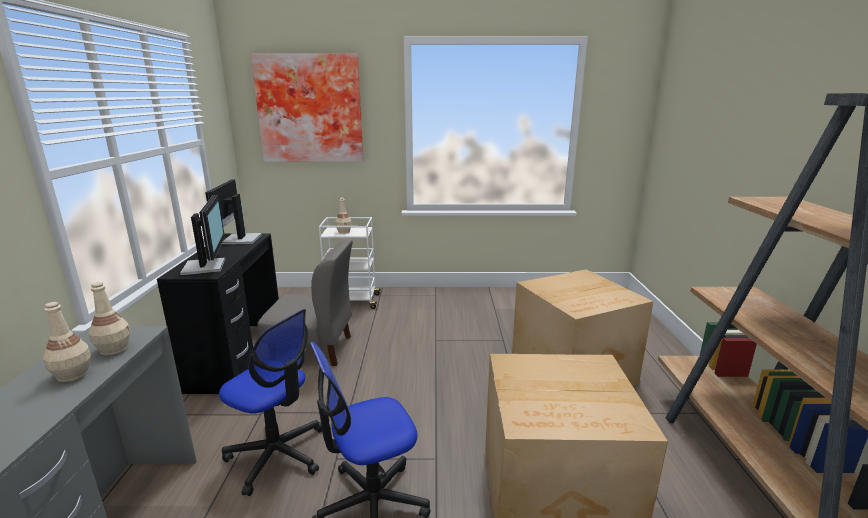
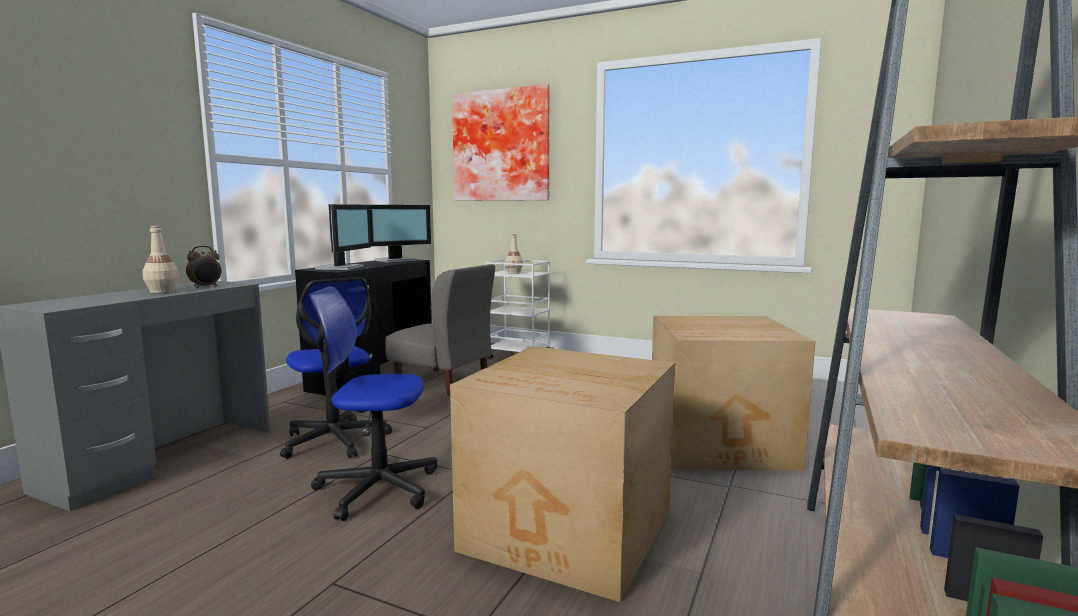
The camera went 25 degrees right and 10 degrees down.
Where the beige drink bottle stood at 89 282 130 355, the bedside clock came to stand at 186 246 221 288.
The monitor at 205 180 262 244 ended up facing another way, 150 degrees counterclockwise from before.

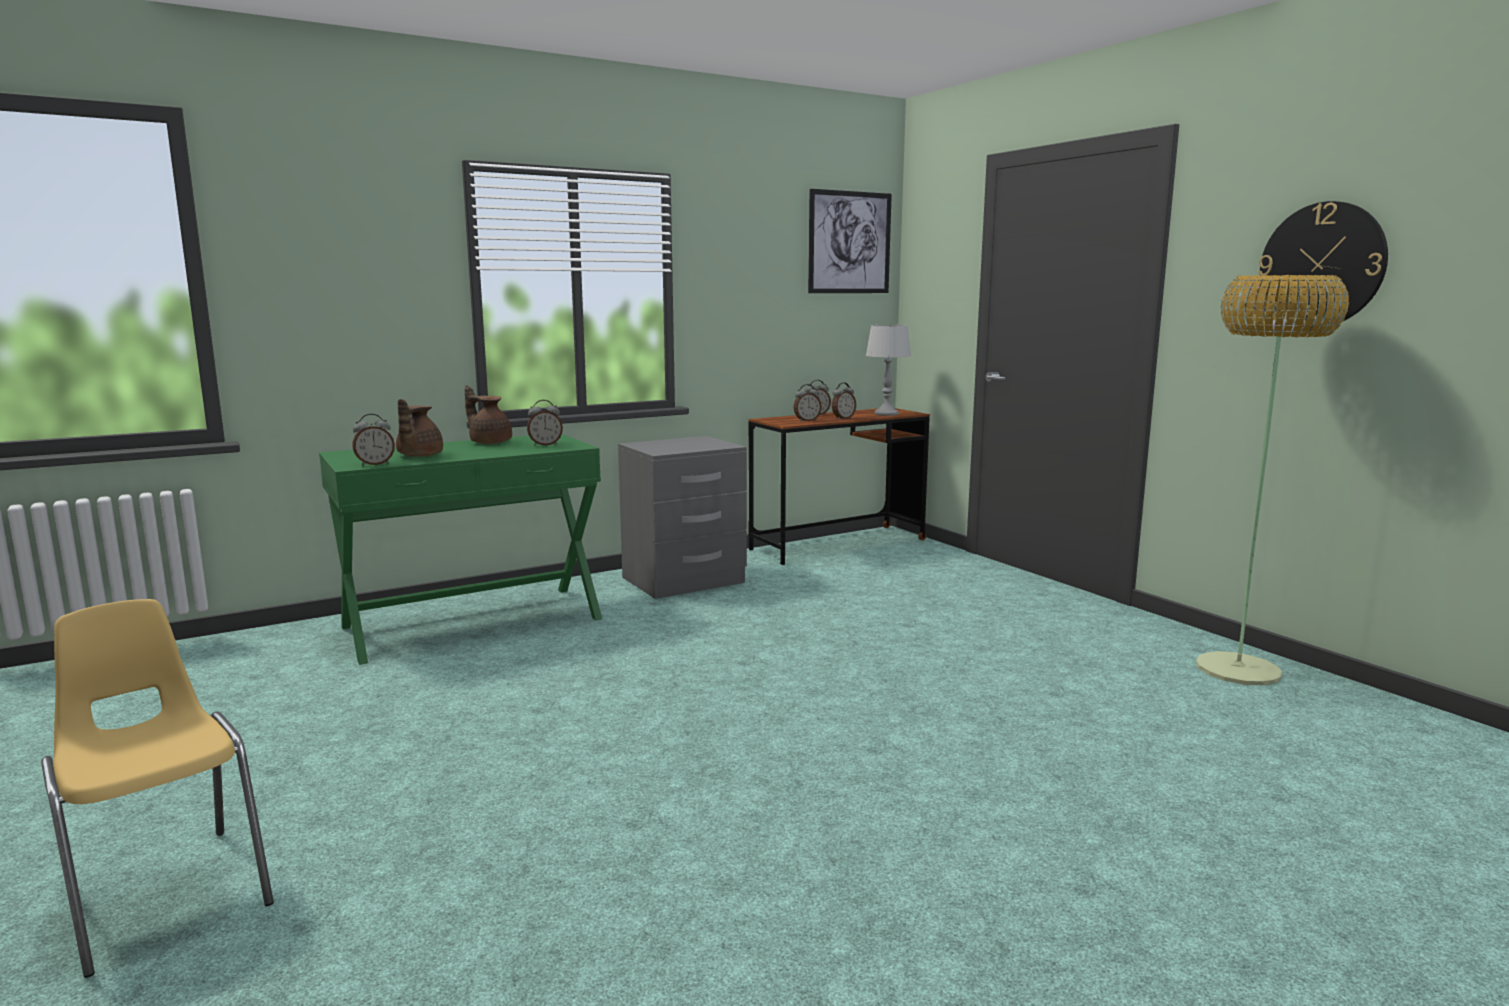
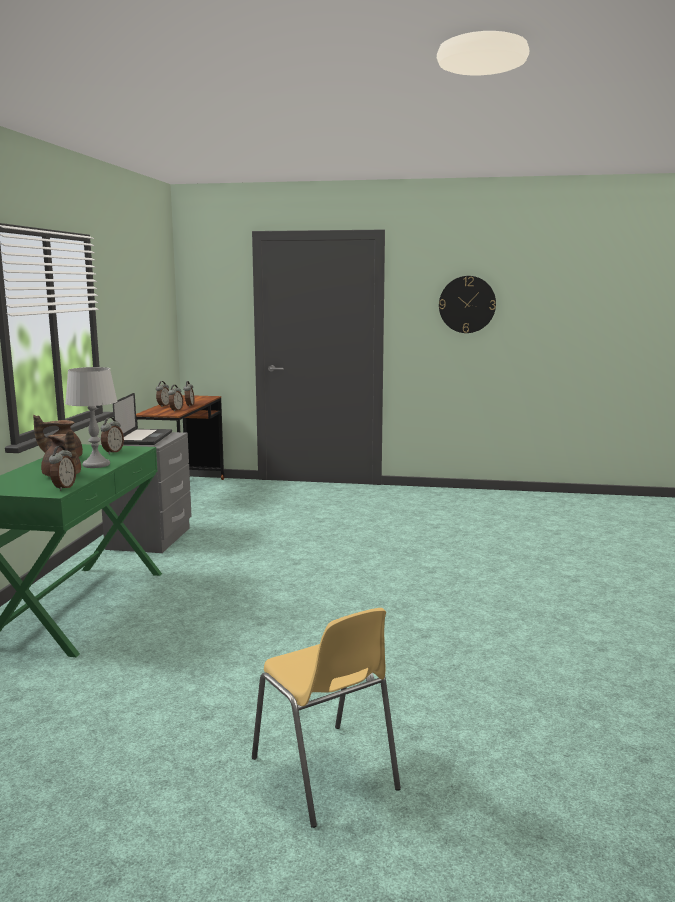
The camera went 50 degrees left and 0 degrees up.
The grey lamp for a table ended up elsewhere, having gone from 866 325 911 416 to 65 367 118 468.
The second view gained the portable computer at 113 393 172 445.
The yellow plain chair at 41 599 274 978 ended up facing another way, 120 degrees counterclockwise from before.
The second view lost the wall picture at 808 189 892 293.
The second view lost the standard lamp at 1196 275 1349 685.

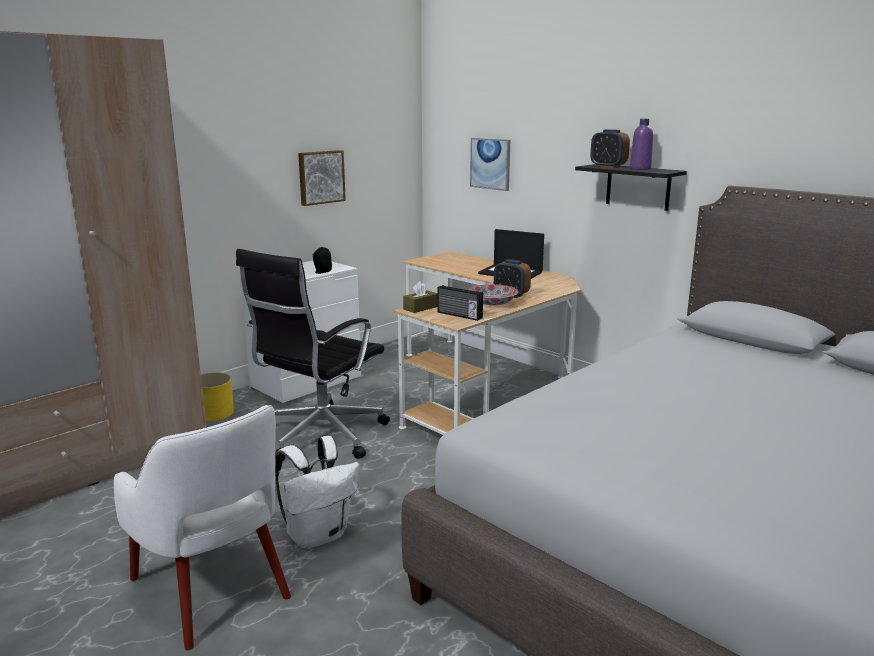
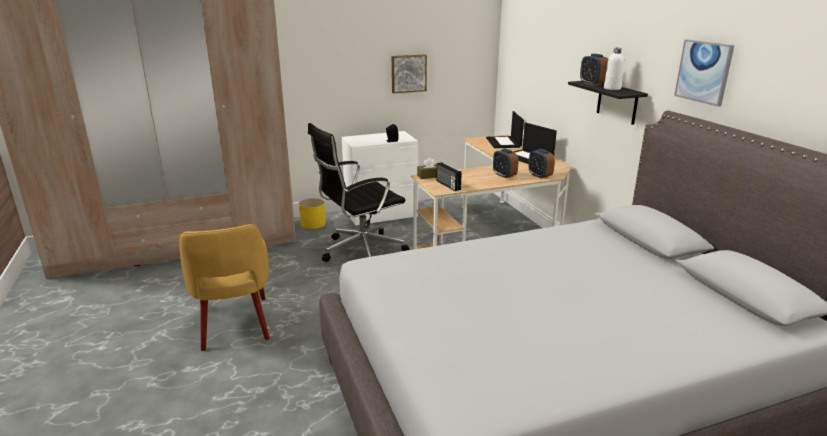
The camera went 25 degrees right and 5 degrees up.
What was the white lounge chair at 114 405 291 650 turned into the yellow lounge chair at 179 224 270 351.
The second view gained the portable computer at 486 111 524 148.
The second view gained the bedside clock at 529 149 555 179.
What was the purple drink bottle at 630 119 653 170 turned into the white drink bottle at 604 48 624 90.
The wall picture ended up elsewhere, having gone from 470 138 510 191 to 674 39 734 107.
The second view lost the white knapsack at 275 436 360 549.
The second view lost the bowl at 469 284 519 305.

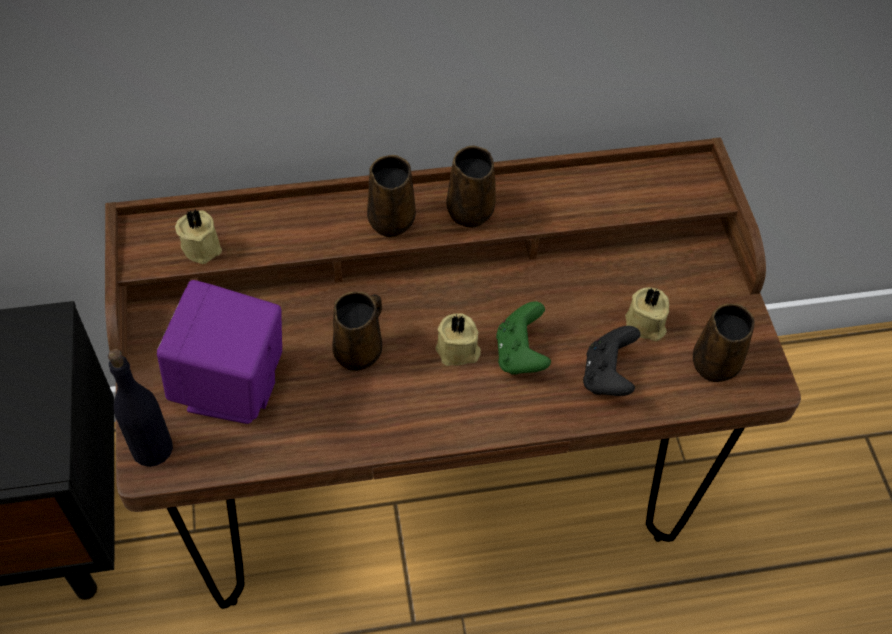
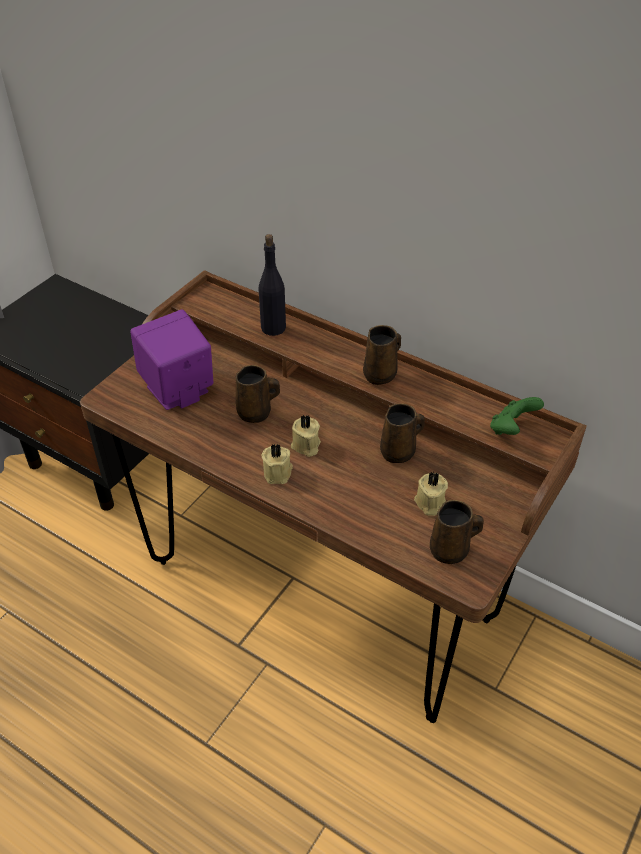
The camera went 45 degrees right and 10 degrees down.
The blackish drink bottle ended up elsewhere, having gone from 108 349 173 467 to 259 234 286 336.
The beige candle ended up elsewhere, having gone from 175 209 222 264 to 261 444 293 484.
The brownish tea mug ended up elsewhere, having gone from 367 155 416 237 to 380 403 425 463.
The green gamepad ended up elsewhere, having gone from 496 301 551 375 to 490 397 544 435.
The second view lost the blackish gamepad at 583 326 640 396.

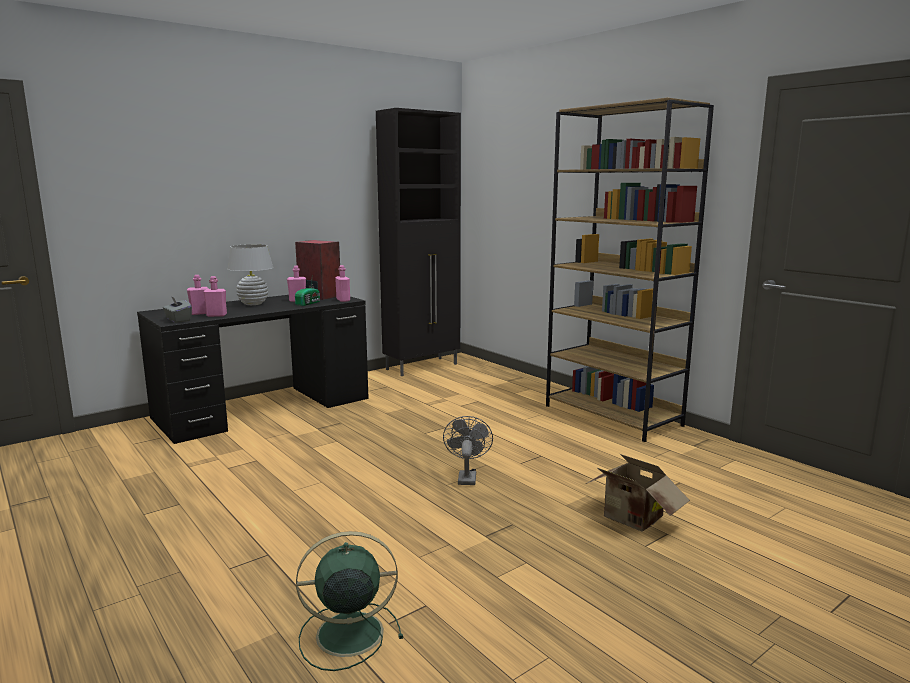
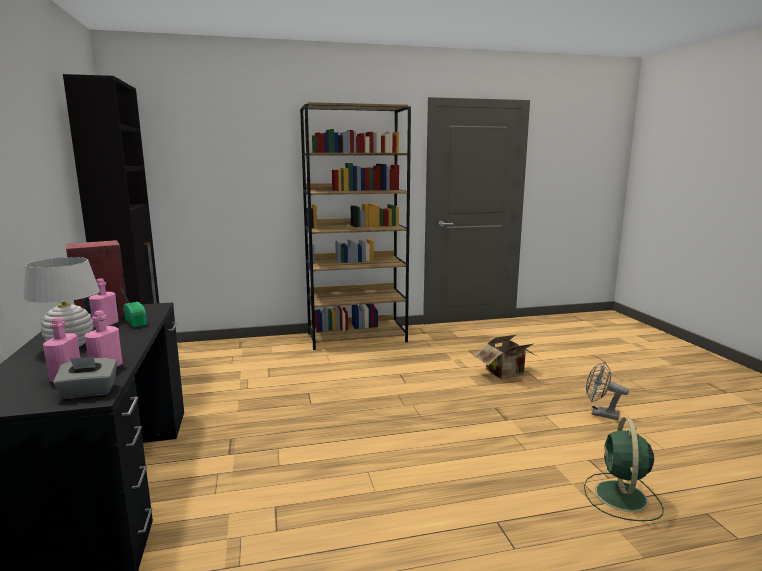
The camera went 65 degrees left and 0 degrees up.
The grey cooling fan ended up elsewhere, having gone from 443 416 493 485 to 586 362 629 420.
The second view lost the pink-coloured drink bottle at 335 265 350 302.

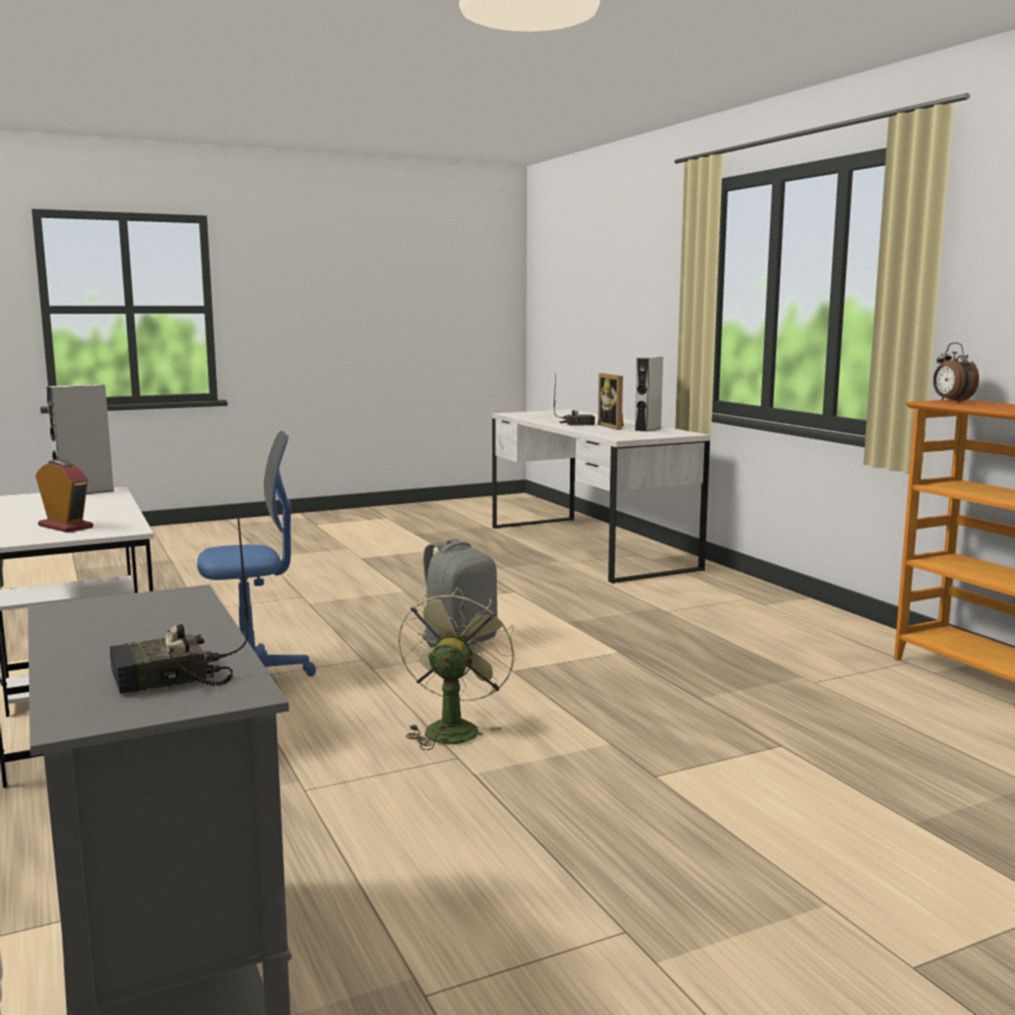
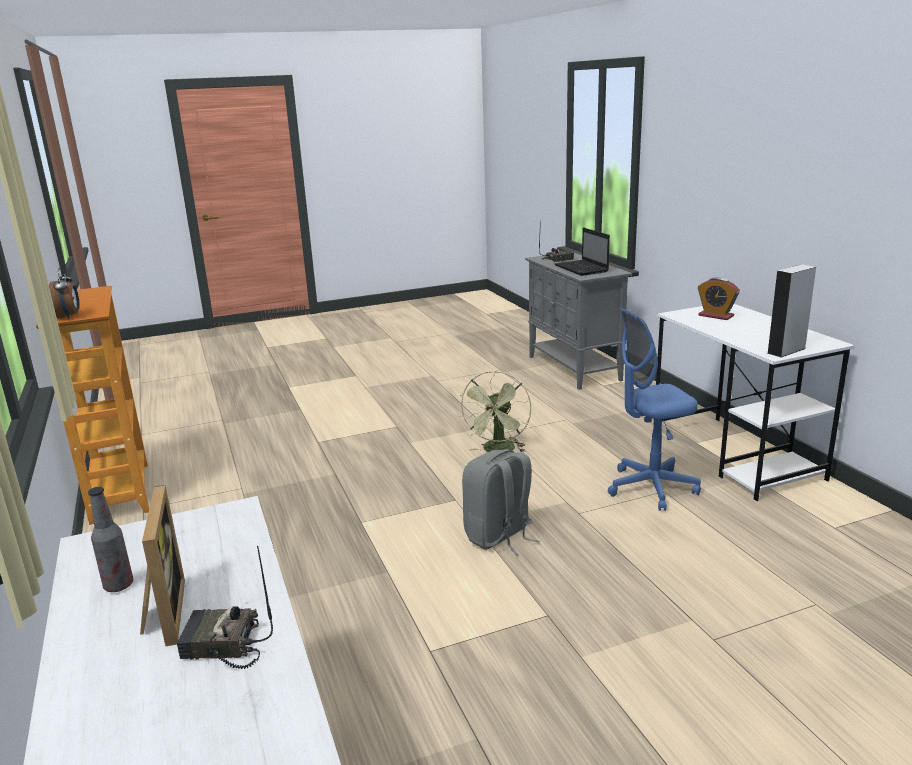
The camera went 175 degrees left and 10 degrees up.
Where the grey speaker stood at 635 357 663 432, the drink bottle came to stand at 88 487 133 592.
The second view gained the portable computer at 554 228 610 276.

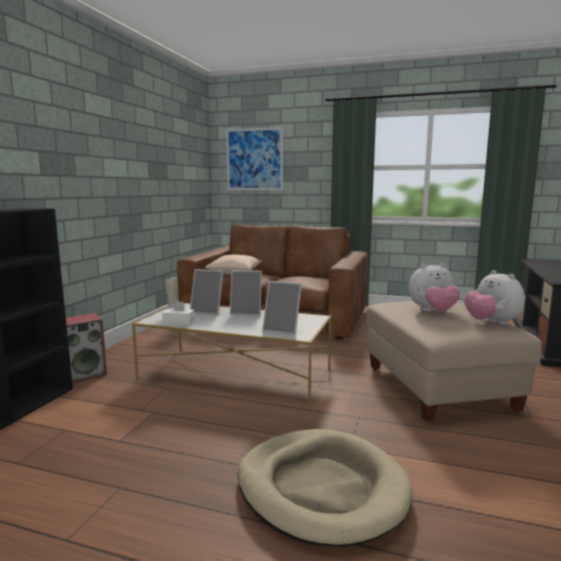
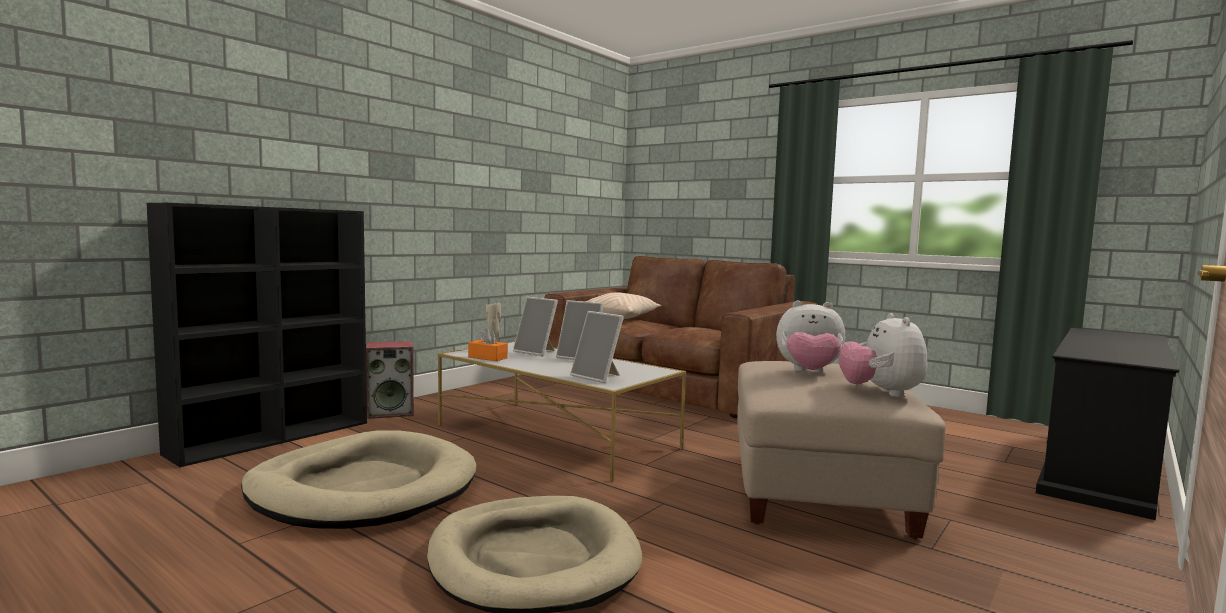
The camera went 20 degrees right and 5 degrees down.
The second view gained the beige dog bed at 241 430 477 529.
What was the white box of tissues at 162 300 194 325 turned into the orangey box of tissues at 468 328 508 361.
The second view lost the wall picture at 226 127 283 190.

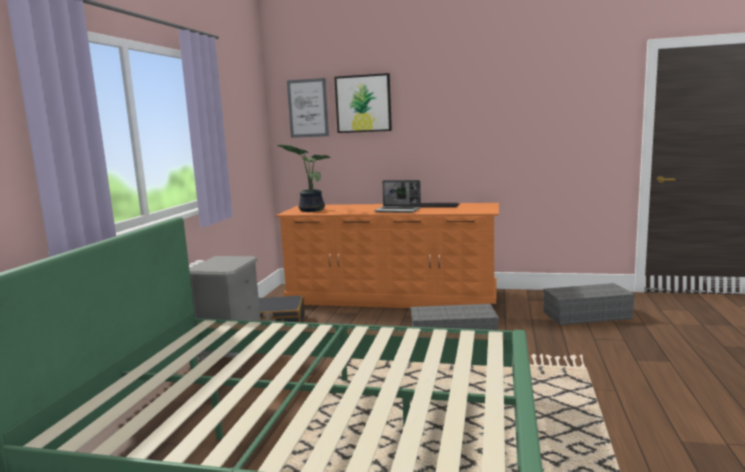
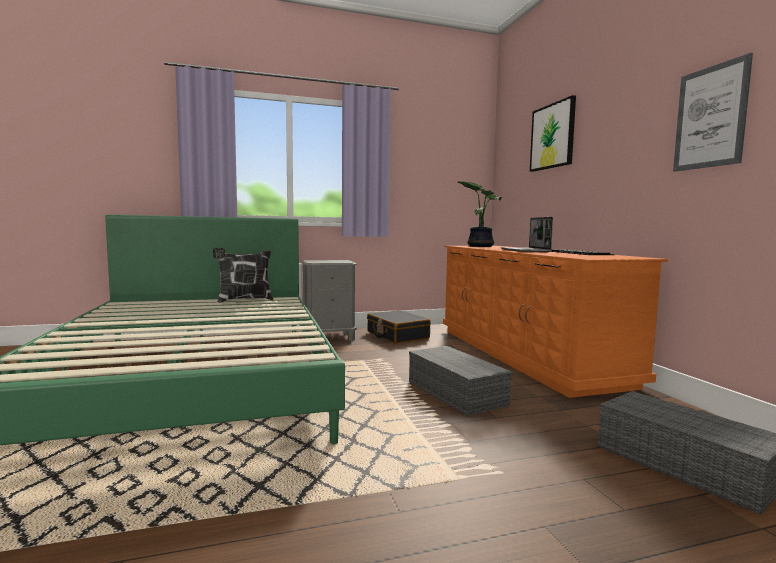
The camera went 60 degrees right and 5 degrees down.
The second view gained the cushion at 213 248 274 303.
The wall picture ended up elsewhere, having gone from 287 78 329 138 to 673 53 753 172.

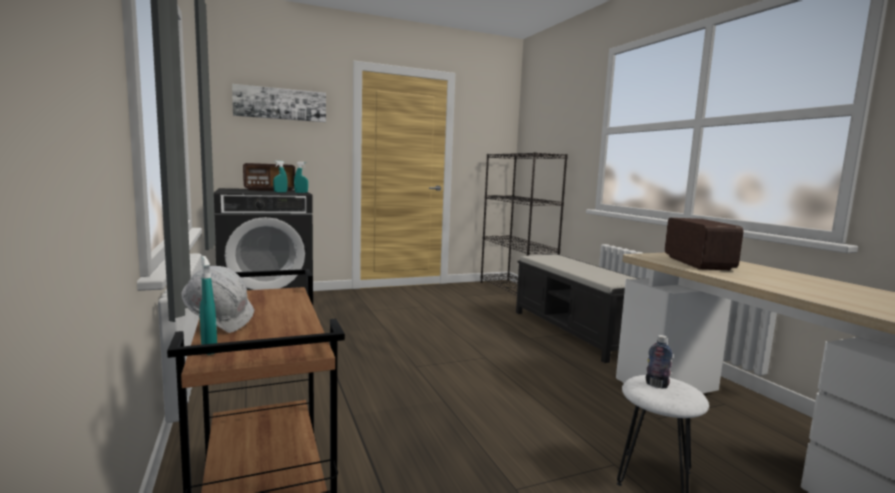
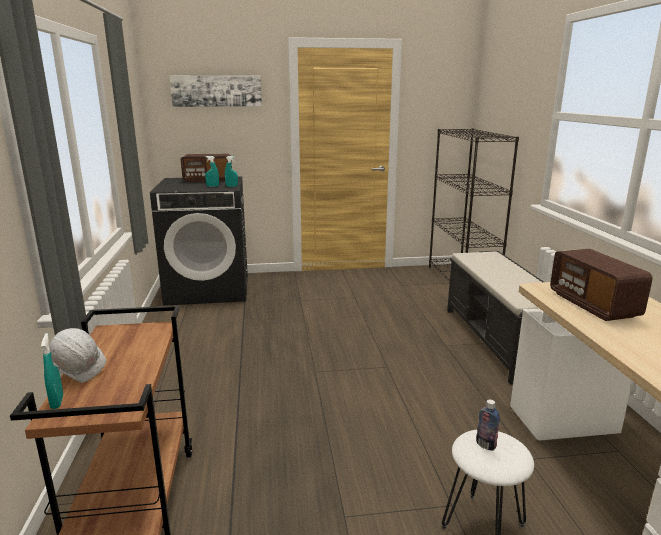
The camera went 15 degrees right and 10 degrees up.
The radio set at 665 218 743 270 ended up facing another way, 150 degrees clockwise from before.

